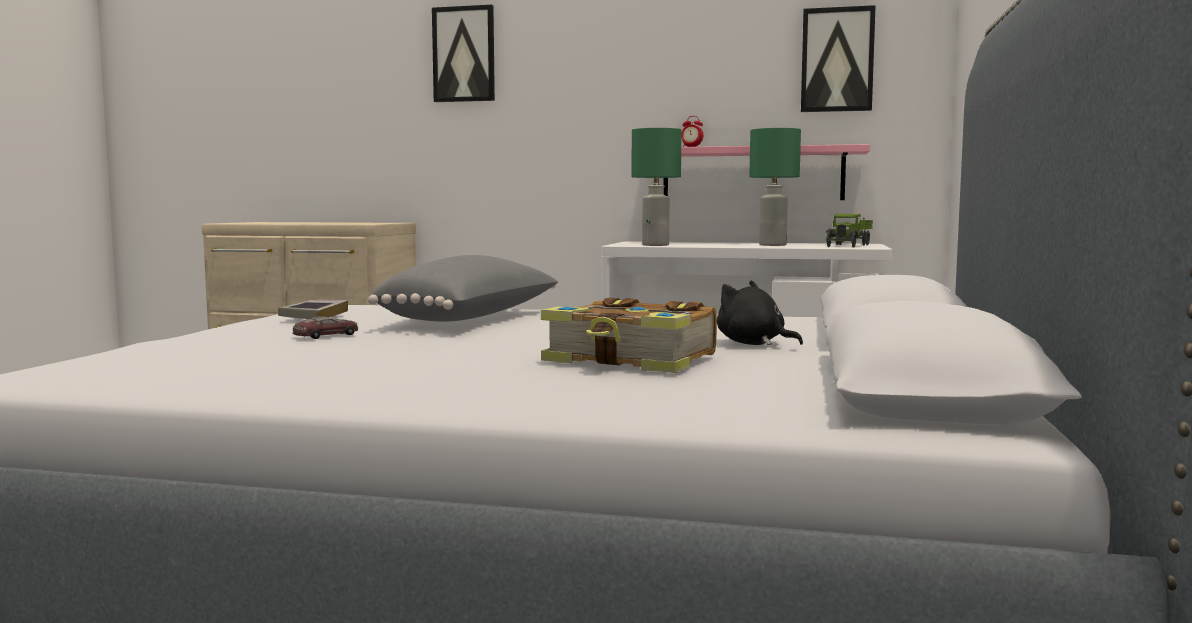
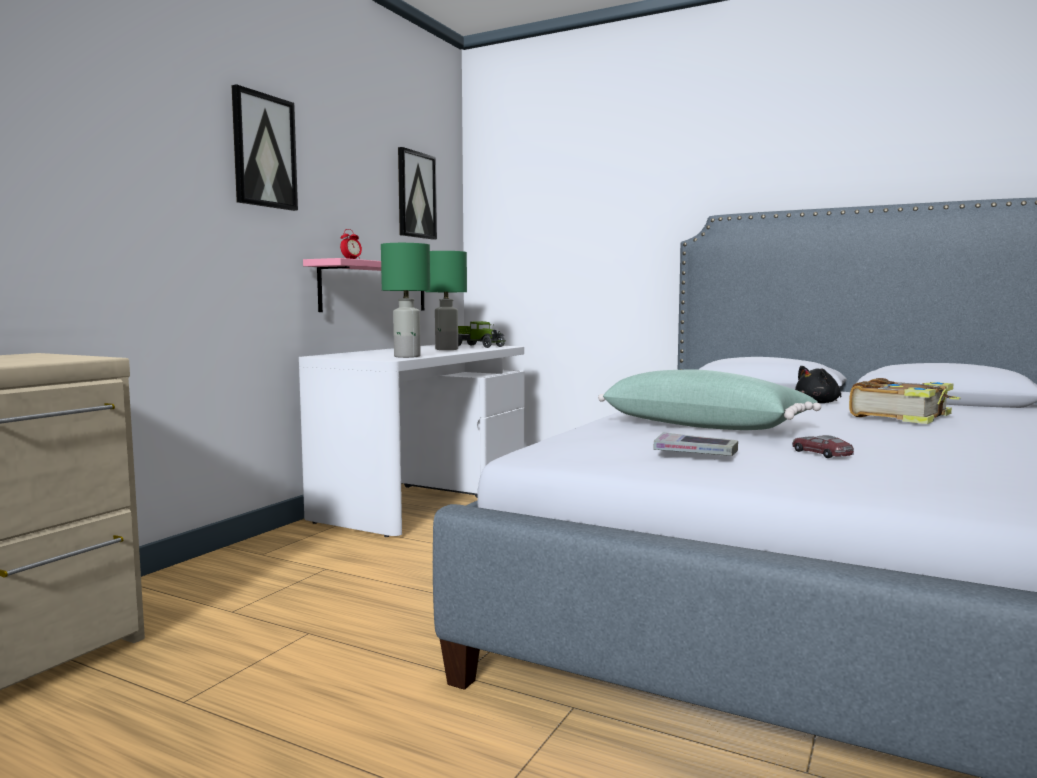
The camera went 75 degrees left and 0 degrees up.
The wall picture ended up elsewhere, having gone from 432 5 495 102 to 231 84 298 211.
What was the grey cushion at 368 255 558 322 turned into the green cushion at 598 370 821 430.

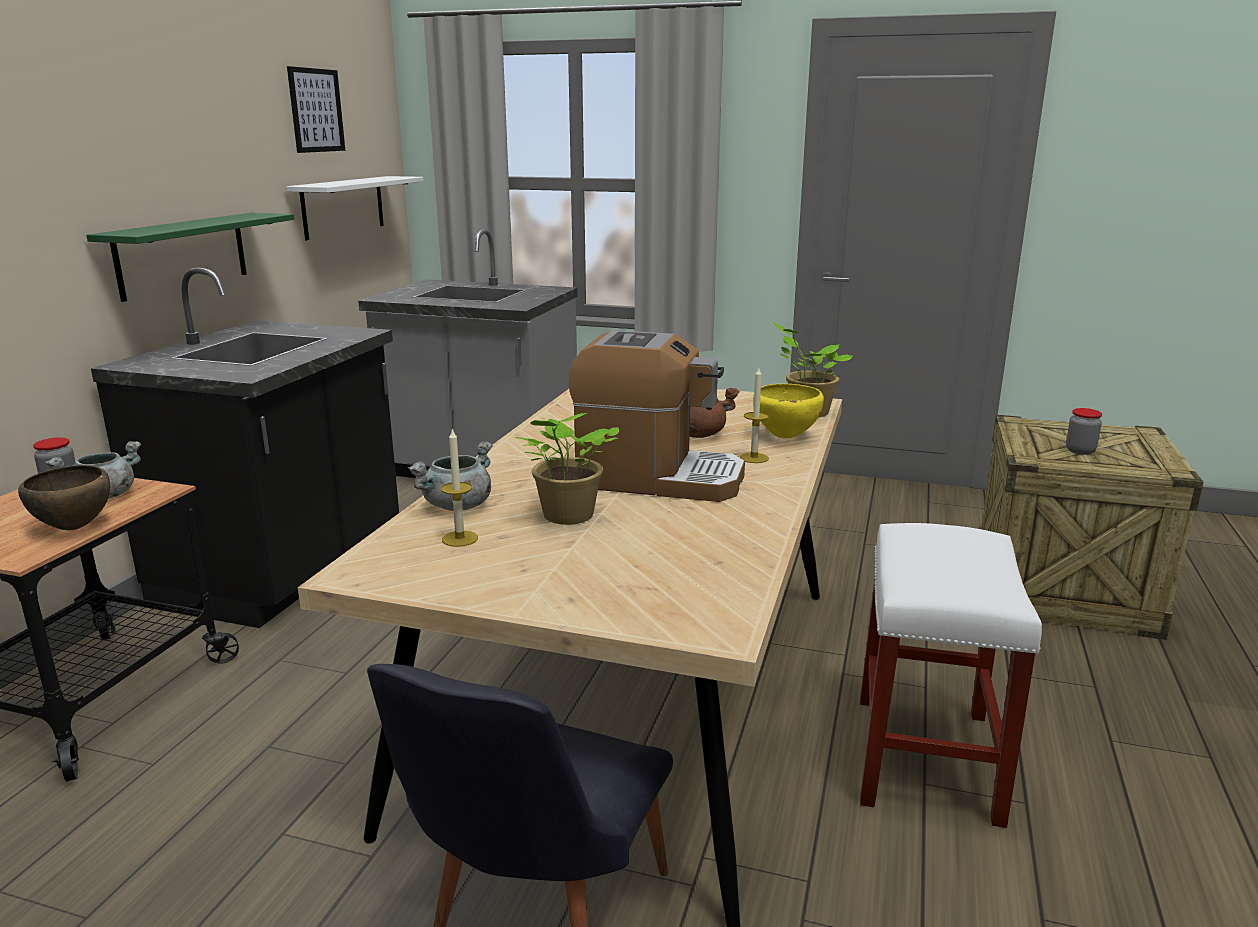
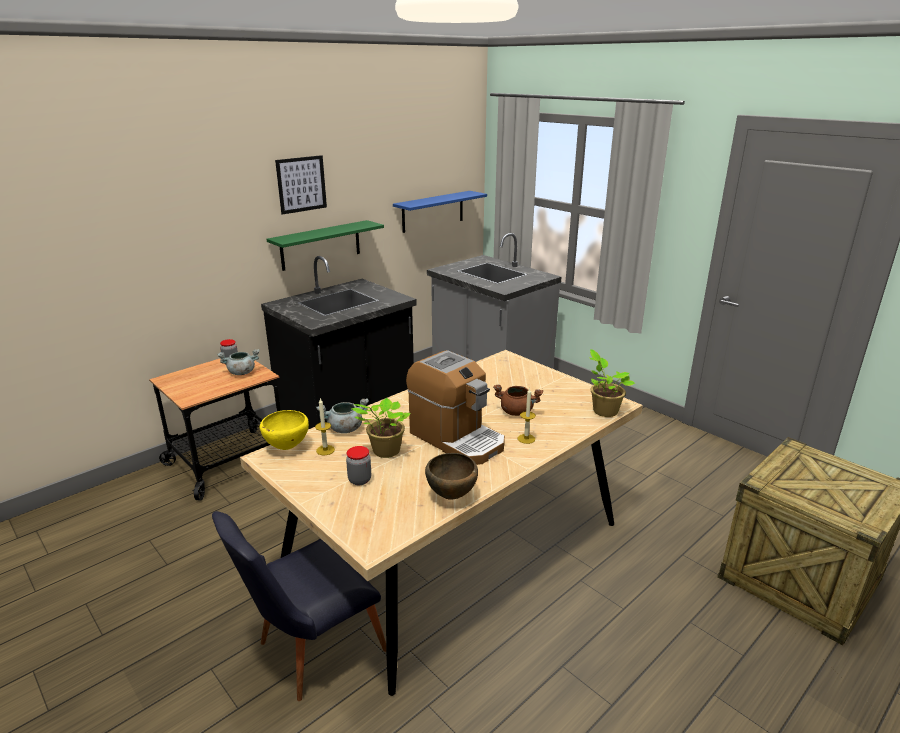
The camera went 30 degrees right and 5 degrees up.
The yellow bowl ended up elsewhere, having gone from 753 384 824 439 to 260 410 309 450.
The wall picture ended up elsewhere, having gone from 287 66 345 153 to 275 155 327 215.
The preserve jar ended up elsewhere, having gone from 1066 408 1102 455 to 346 446 371 485.
What was the white bracket shelf at 286 176 424 240 turned into the blue bracket shelf at 393 191 487 233.
The brownish bowl ended up elsewhere, having gone from 18 465 110 530 to 425 453 478 500.
The second view lost the white stool seat at 860 523 1042 828.

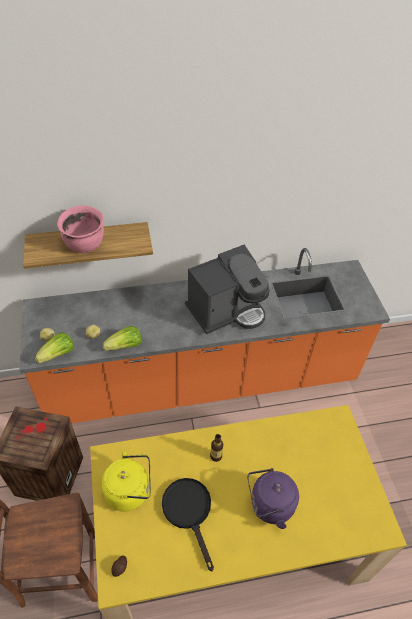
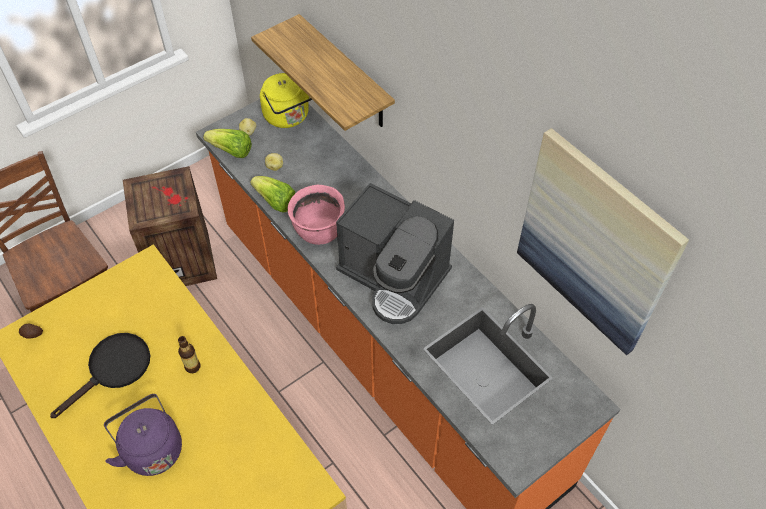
The camera went 65 degrees right and 5 degrees up.
The yellow kettle ended up elsewhere, having gone from 101 450 151 511 to 260 73 312 128.
The pink-coloured saucepot ended up elsewhere, having gone from 57 205 104 253 to 288 184 345 245.
The second view gained the wall picture at 517 128 689 355.

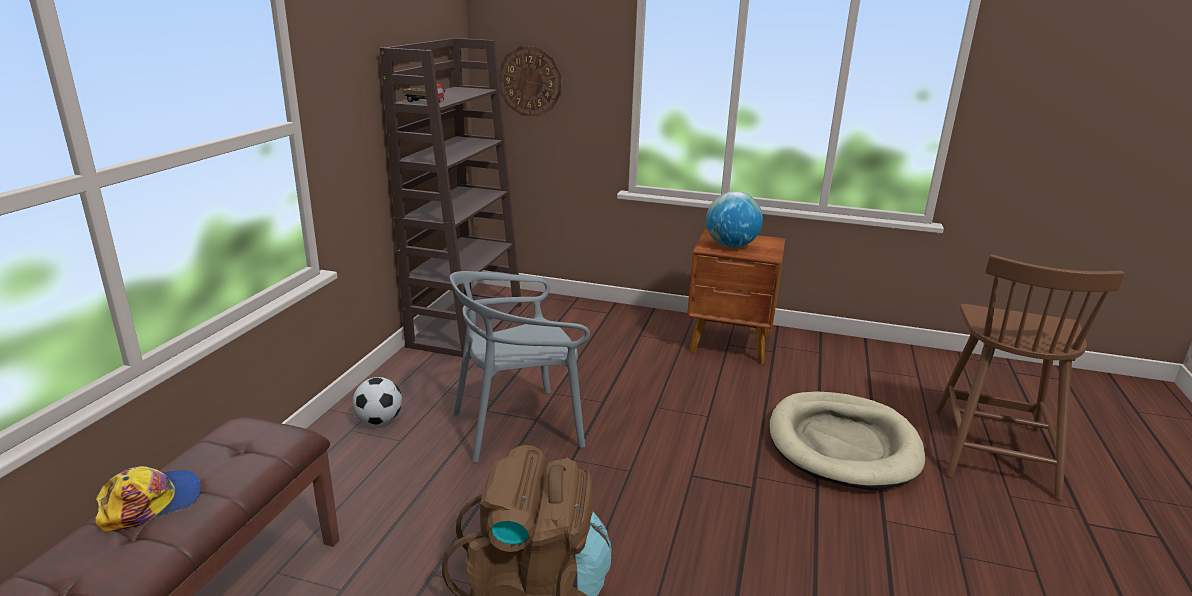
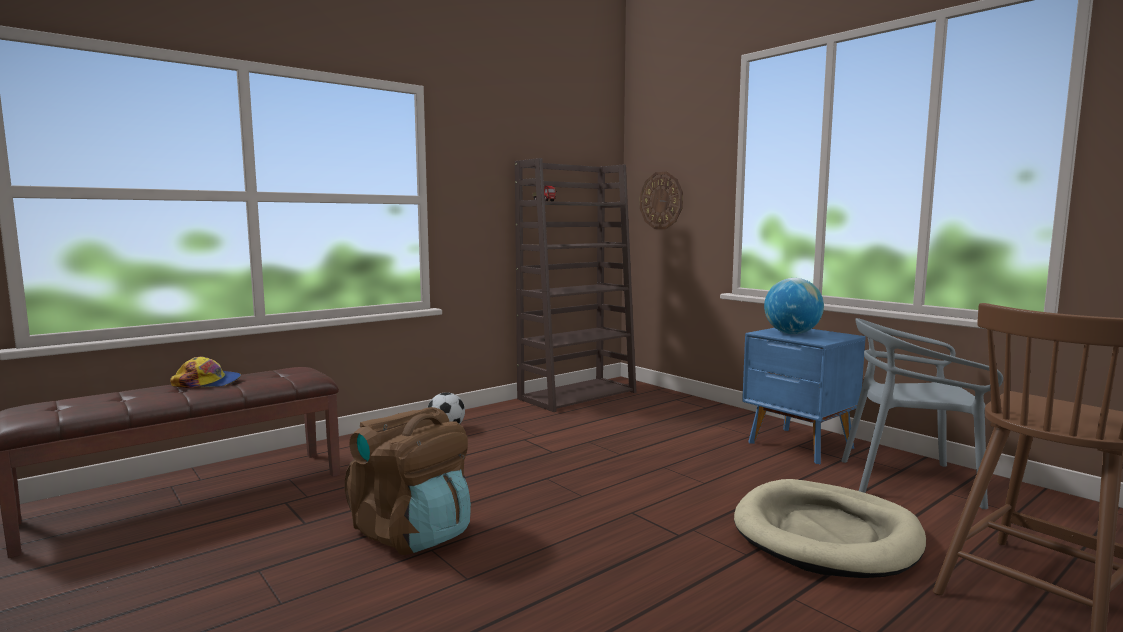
The camera went 35 degrees right and 15 degrees down.
What was the brownish night table at 687 229 785 364 turned into the blue night table at 742 328 866 464.
The grey plain chair ended up elsewhere, having gone from 450 271 590 462 to 841 318 1003 509.

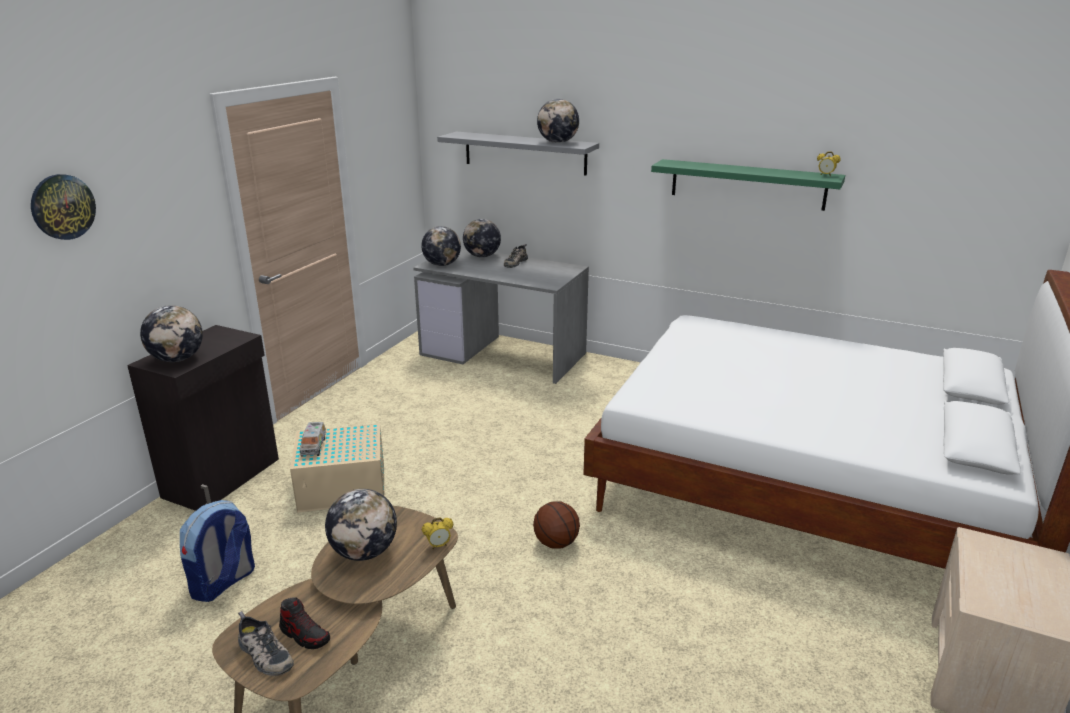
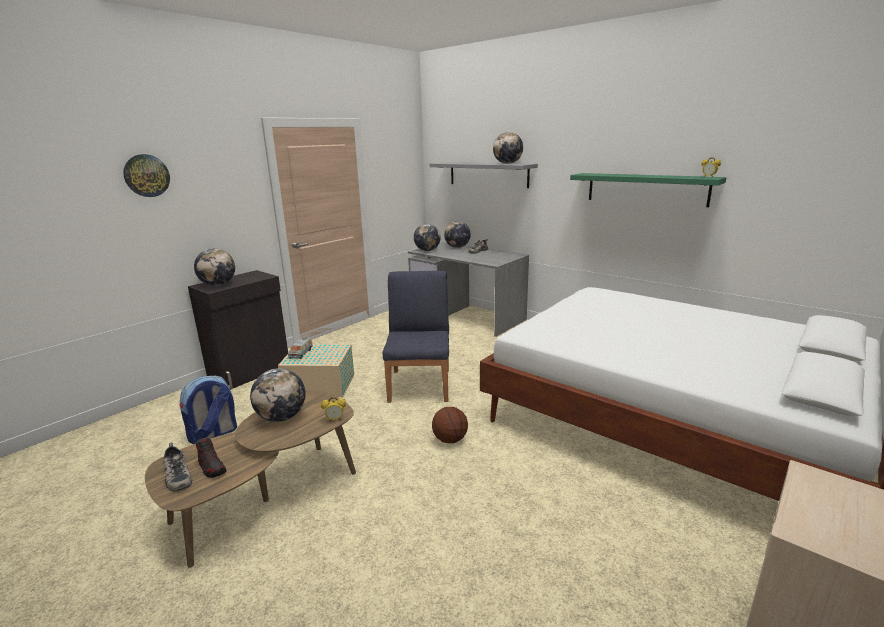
The camera went 15 degrees right and 5 degrees down.
The second view gained the blue plain chair at 382 271 449 403.

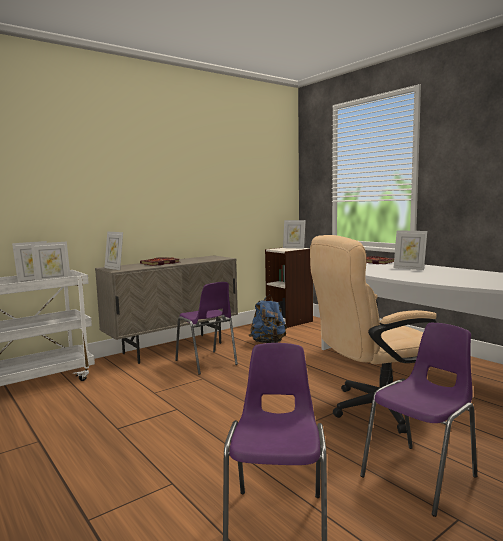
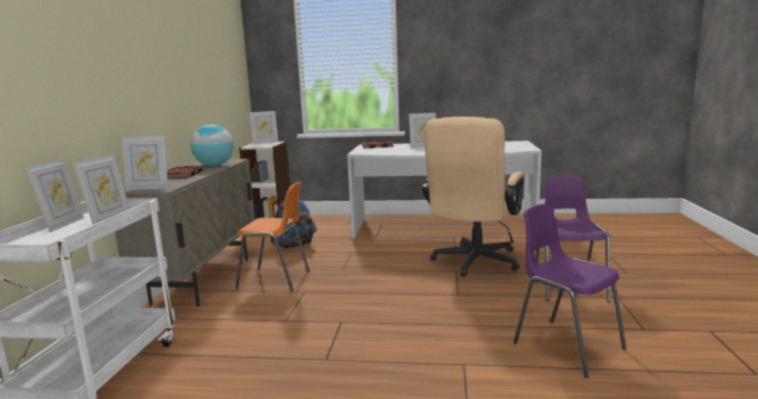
The camera went 45 degrees left and 5 degrees up.
The second view gained the world globe at 191 125 234 166.
What was the purple plain chair at 175 282 238 374 turned into the orangey plain chair at 235 182 310 291.

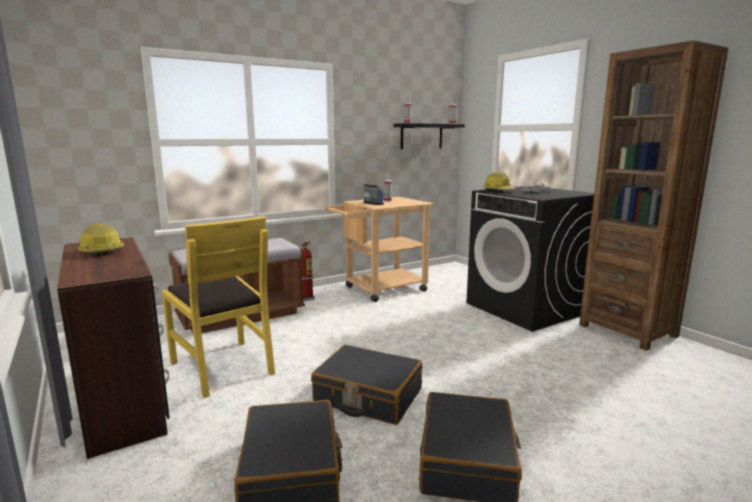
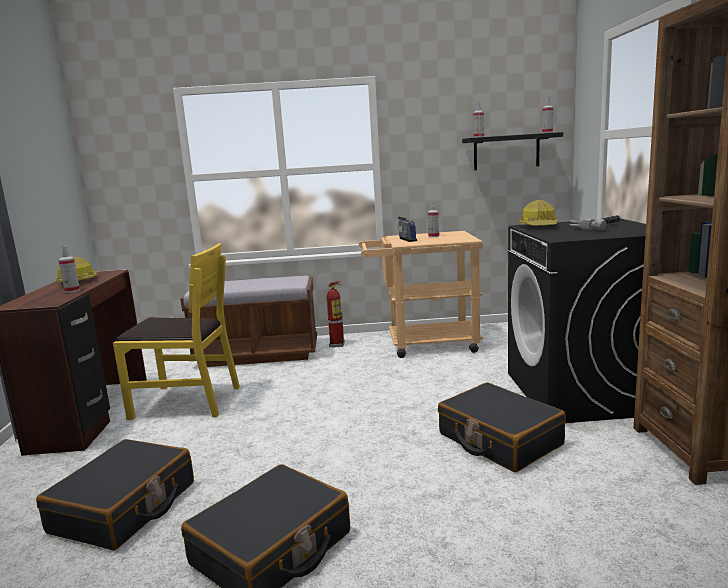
The camera went 30 degrees right and 0 degrees up.
The second view gained the hand sprayer at 58 246 80 293.
The yellow plain chair at 162 216 275 398 ended up facing another way, 75 degrees counterclockwise from before.
The blackish suitcase ended up elsewhere, having gone from 311 345 422 425 to 438 382 566 472.

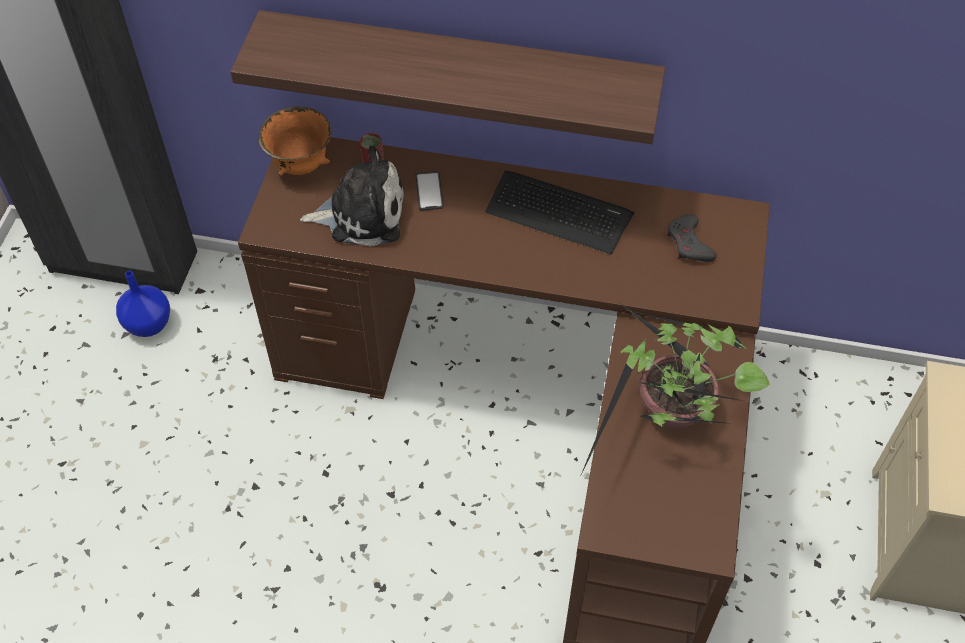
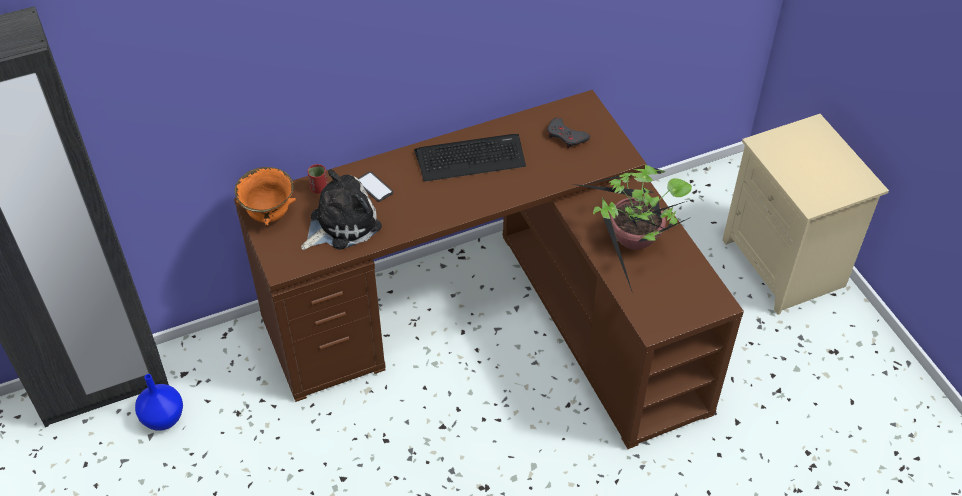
The camera went 35 degrees left and 5 degrees down.
The second view lost the bracket shelf at 230 10 665 144.

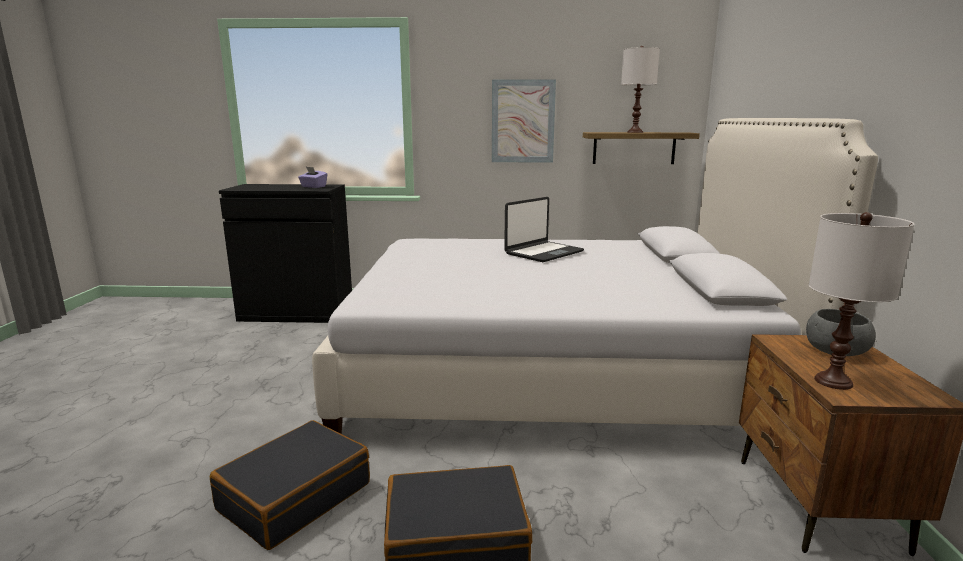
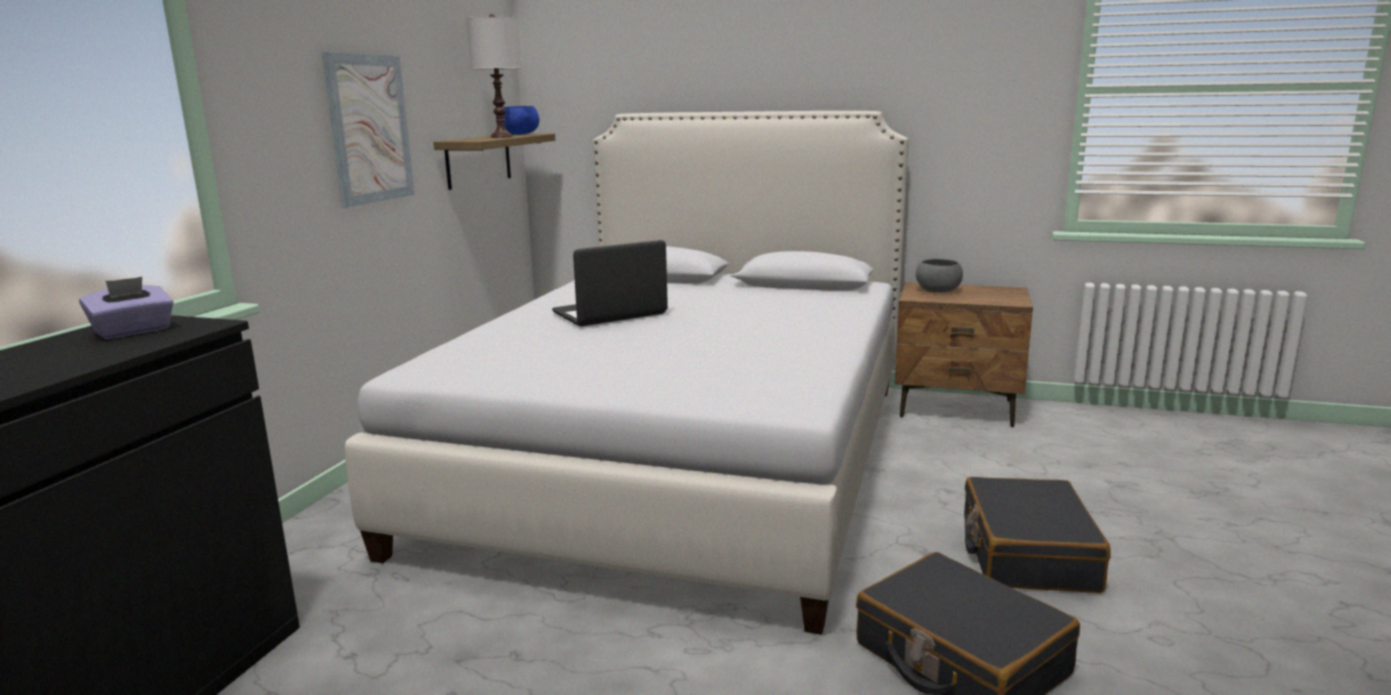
The camera went 75 degrees left and 0 degrees up.
The second view gained the blue bowl at 496 106 539 135.
The portable computer at 504 197 584 262 ended up facing another way, 90 degrees counterclockwise from before.
The second view lost the white lamp for a table at 809 212 915 390.

